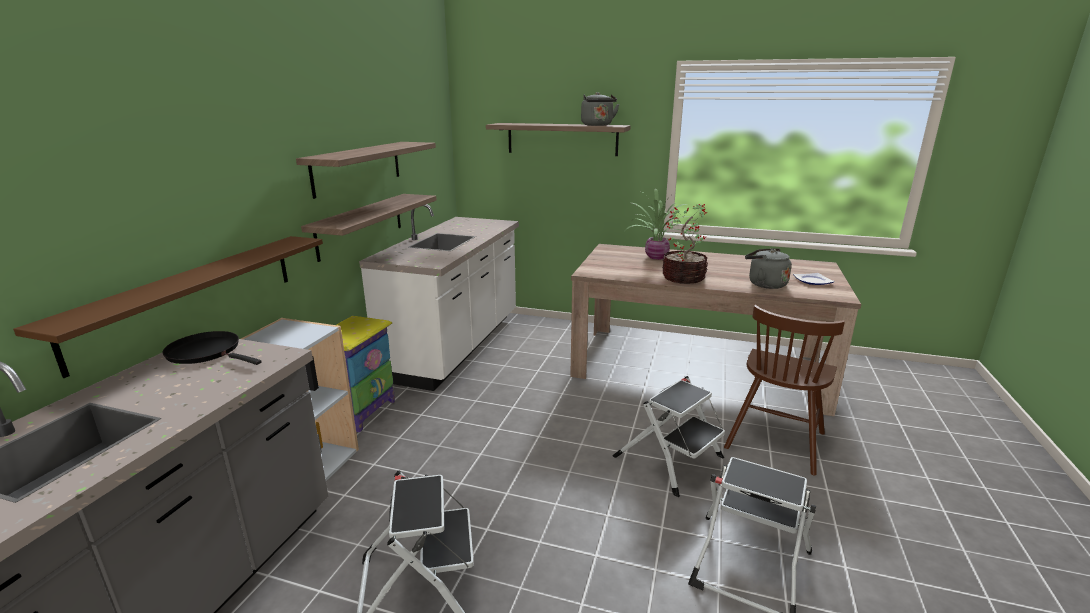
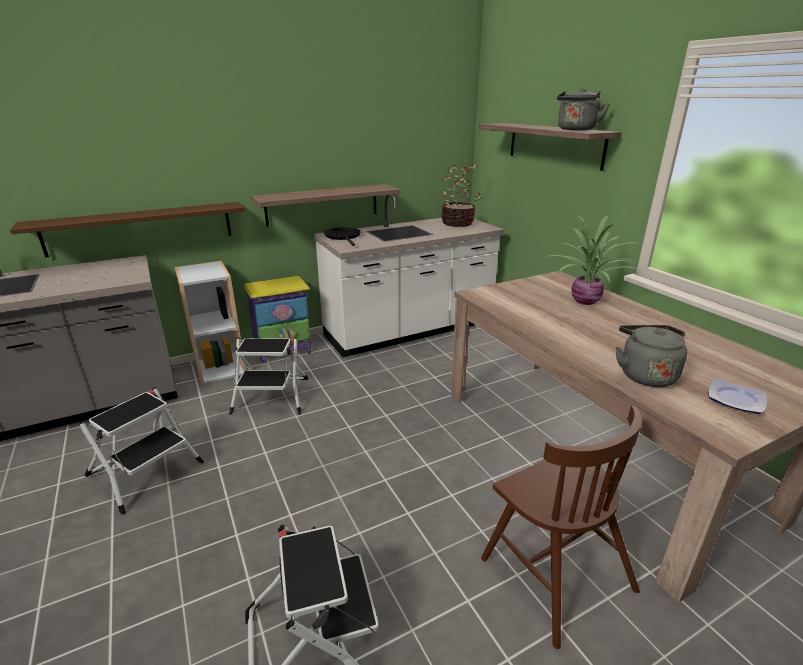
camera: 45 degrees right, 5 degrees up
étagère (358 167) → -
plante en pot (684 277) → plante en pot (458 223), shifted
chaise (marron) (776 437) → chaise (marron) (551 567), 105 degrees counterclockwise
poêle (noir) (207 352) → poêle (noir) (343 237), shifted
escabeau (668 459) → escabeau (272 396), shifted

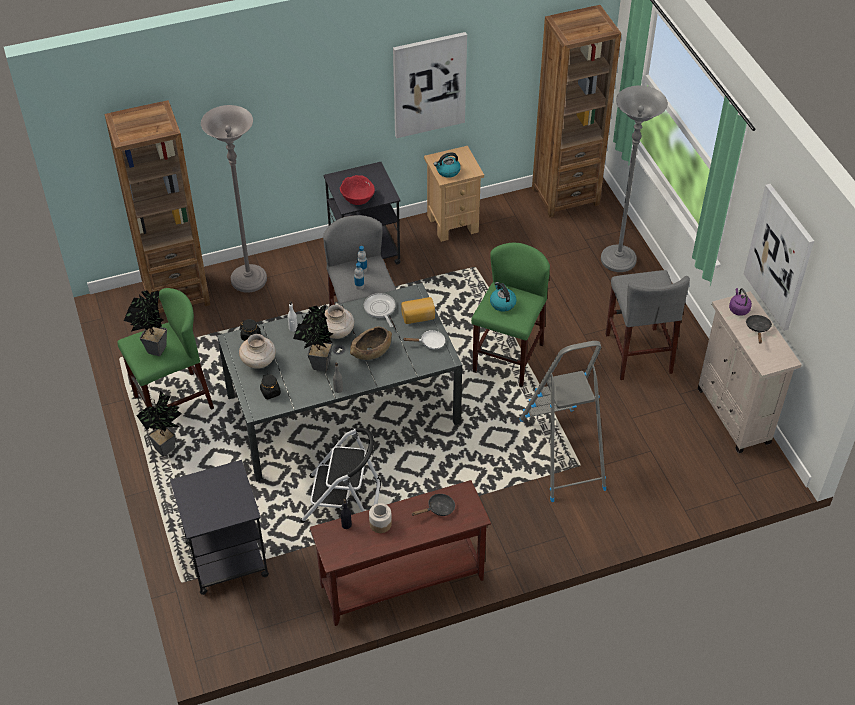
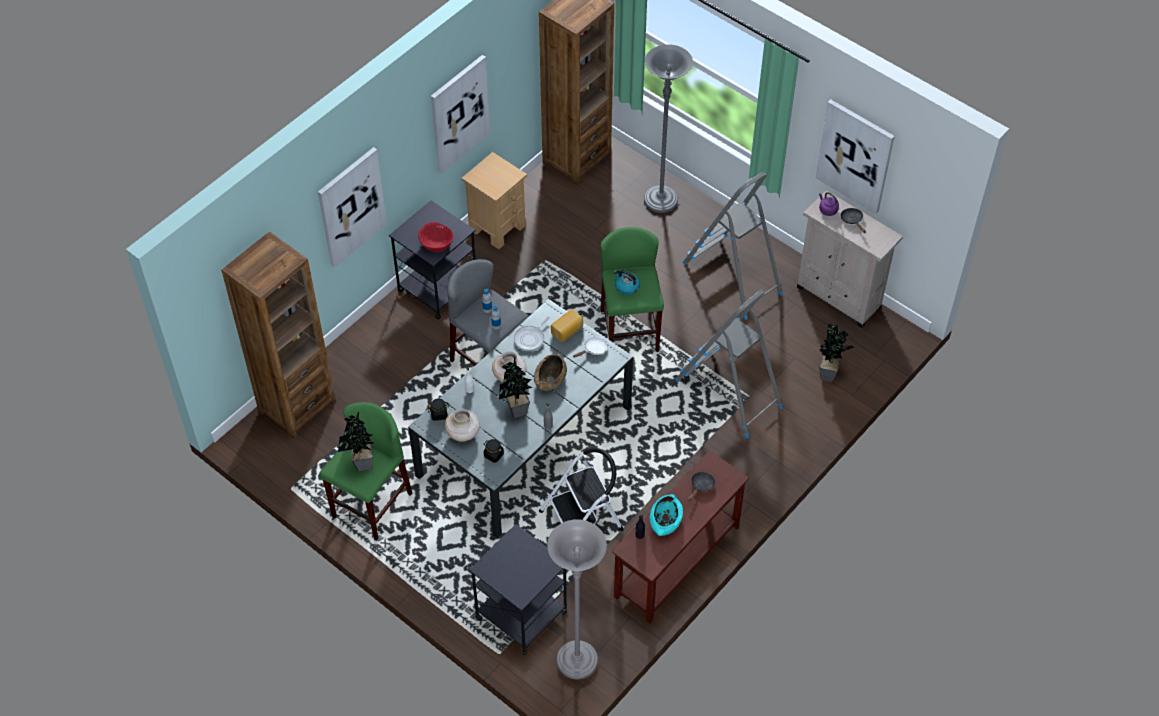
camera: 30 degrees left, 5 degrees up
lampadaire (gris) (249 280) → lampadaire (gris) (577 661), shifted
bouilloire (447 171) → -
tabouret (gris) (638 353) → escabeau (gris) (731 277)
poêle (380 309) → poêle (530 338), 90 degrees counterclockwise
plante en pot (168 448) → plante en pot (829 373), shifted
bocal (380 523) → bol (turquoise) (665 520)
- → tableau (351 207)

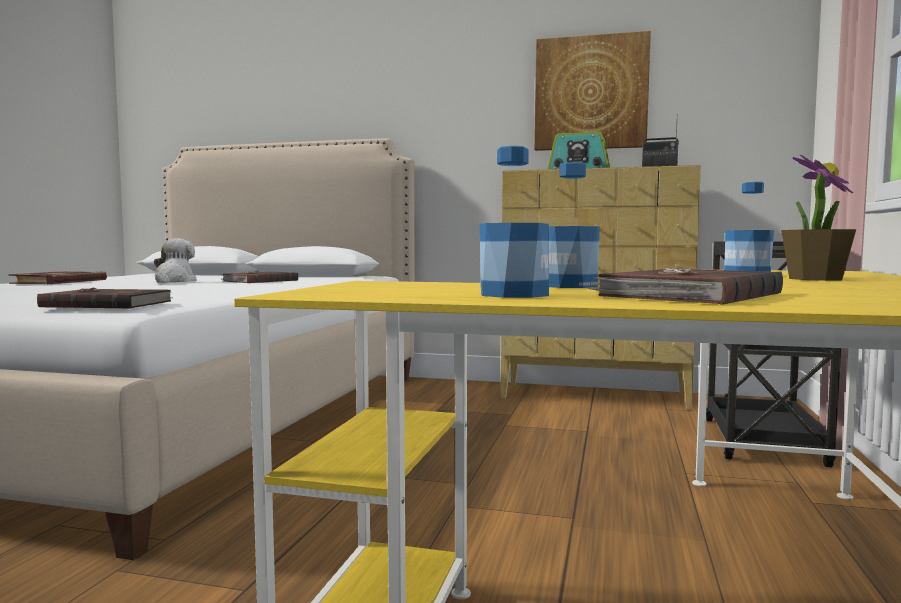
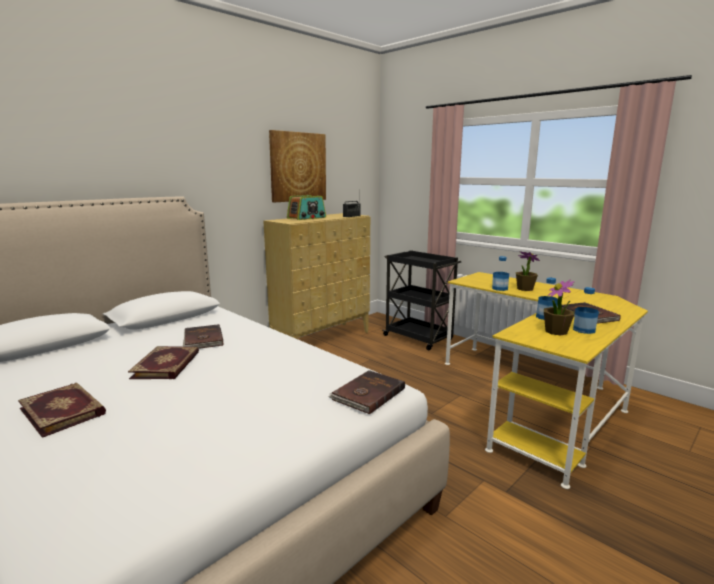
camera: 60 degrees left, 10 degrees up
peluche (174 281) → livre (167 365)
- → plante en pot (556 331)

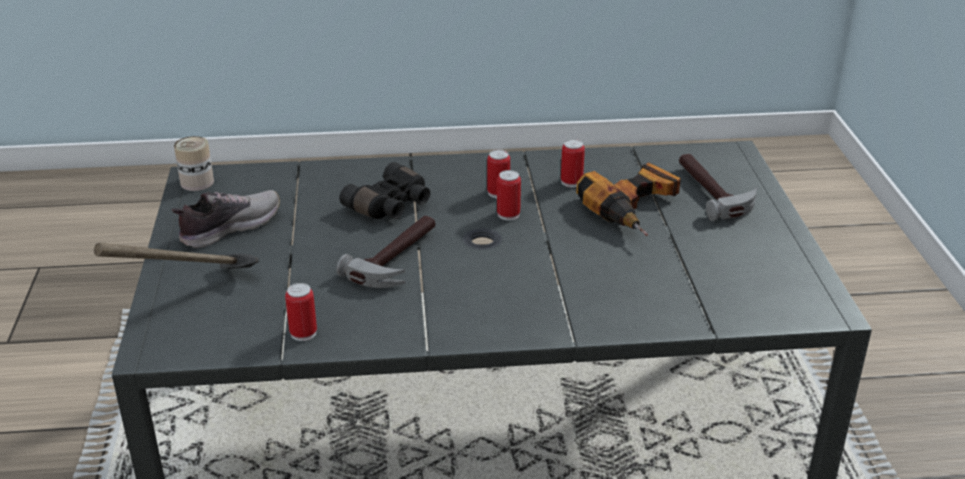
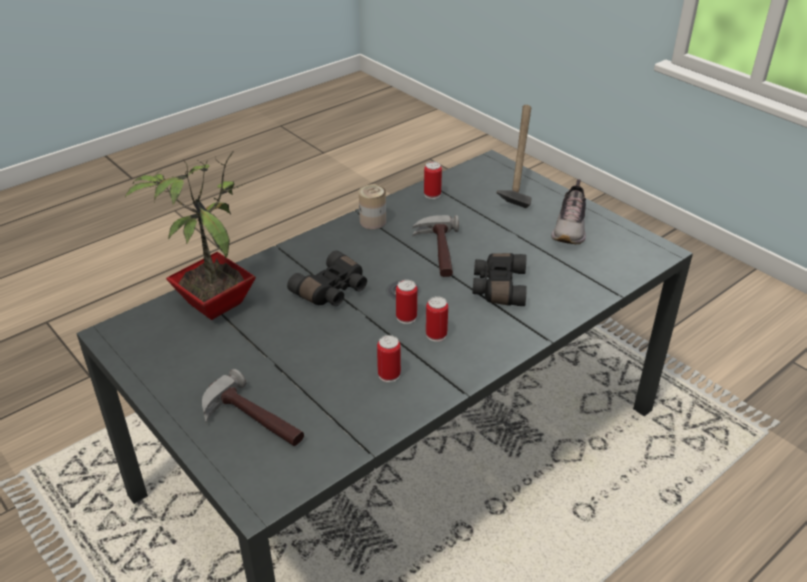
camera: 145 degrees right, 5 degrees up
boîte métallique (197 182) → boîte métallique (373 221), shifted
perceuse (636 209) → -
- → plante en pot (213 303)
- → jumelles (noir) (333 291)

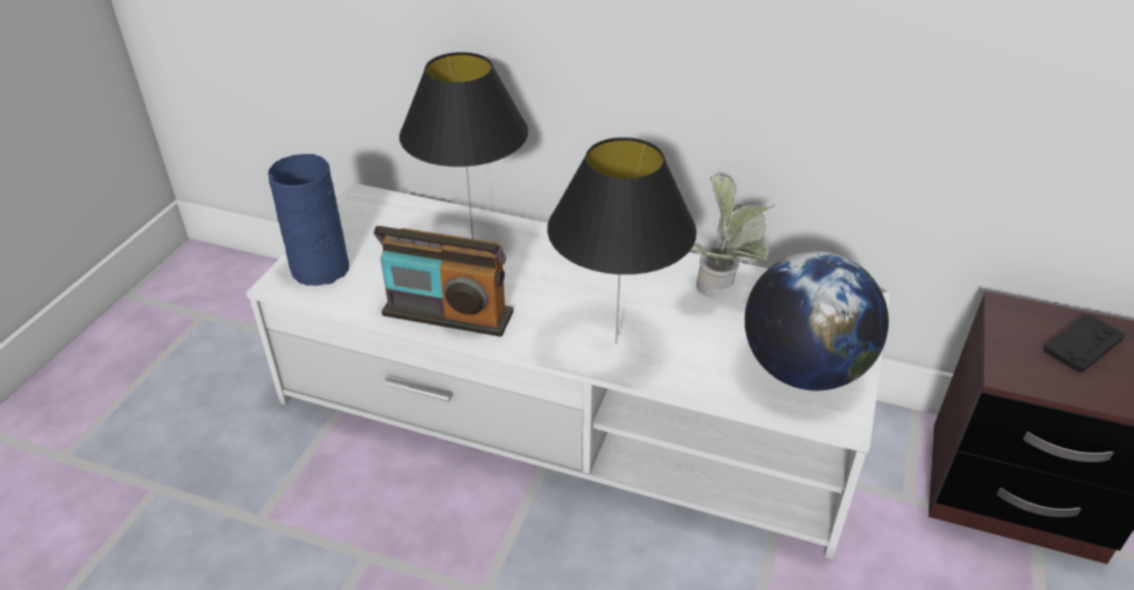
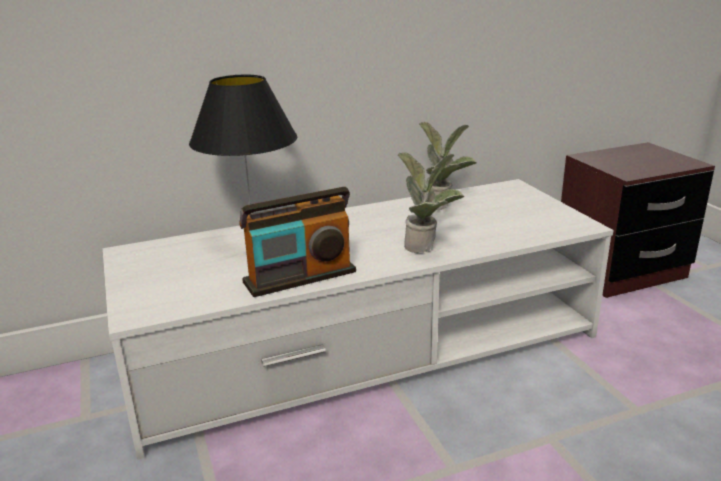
camera: 40 degrees left, 15 degrees down
lampe de table (noir) (615 342) → plante en pot (427 246)
vase (bleu) (319 268) → -
globe (803 370) → -
manette (noir) (1083 344) → -

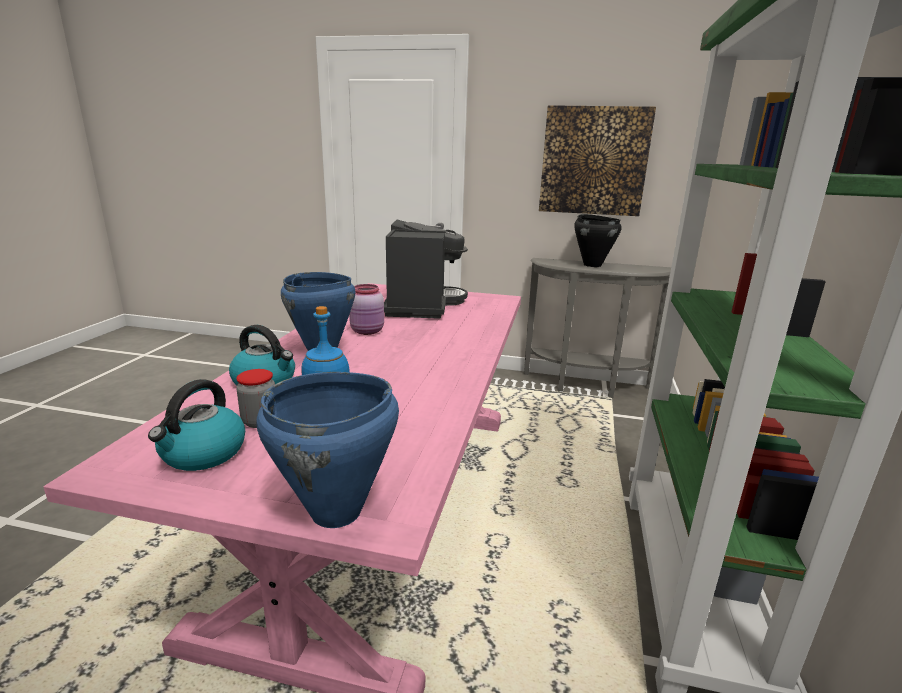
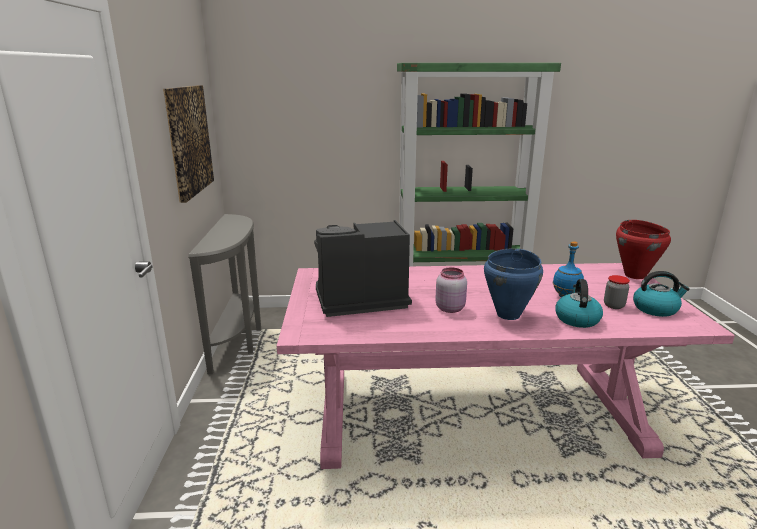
camera: 105 degrees left, 0 degrees up
marmite (noir) (592 265) → -
marmite (bleu) (337 512) → marmite (rouge) (635 275)

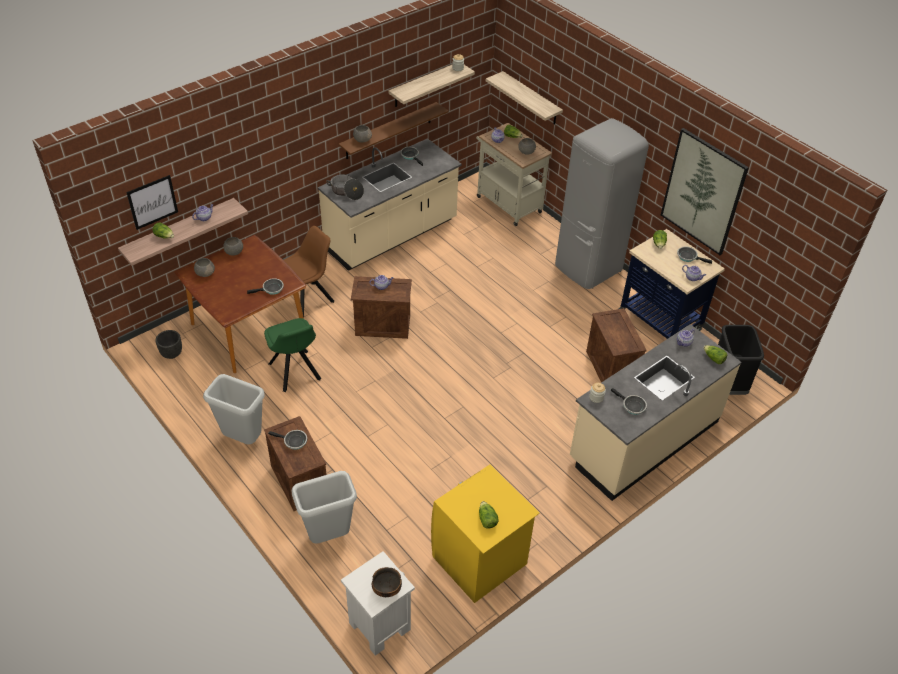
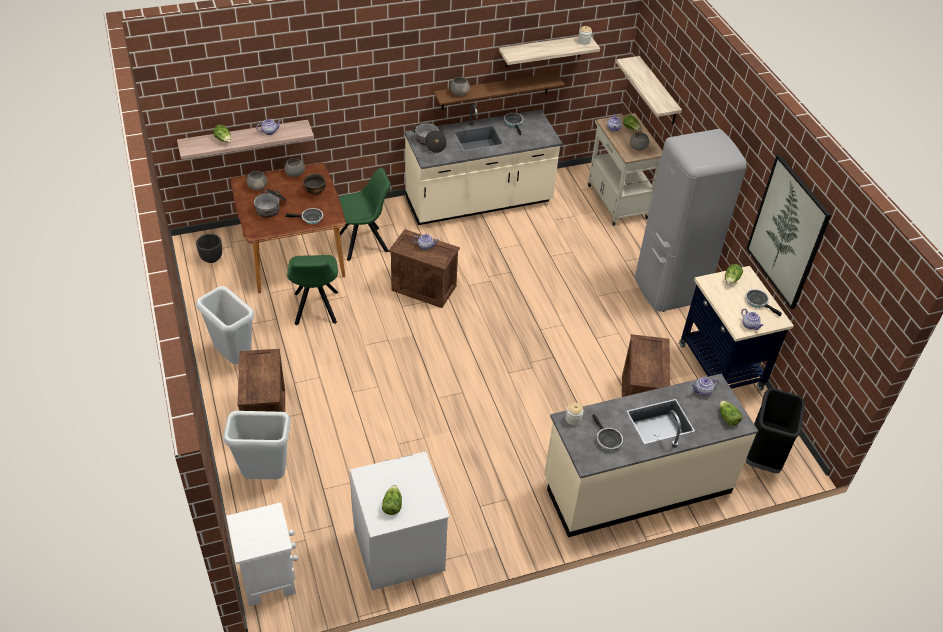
camera: 20 degrees right, 0 degrees up
tableau (152 202) → -
chaise (marron) (308 300) → chaise (vert) (363 243)
poêle (293 441) → -
lave-linge (jaune) (479 561) → lave-linge (blanc) (398 551)
bol (387 589) → bol (315 191), shifted
- → marmite (271 208)

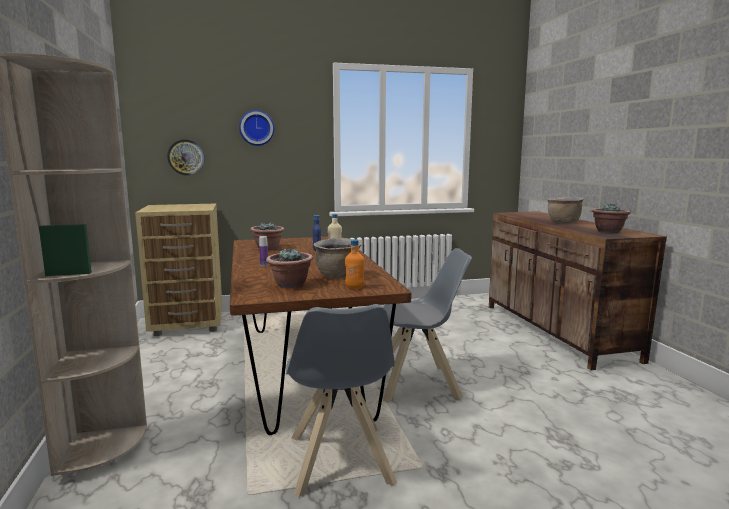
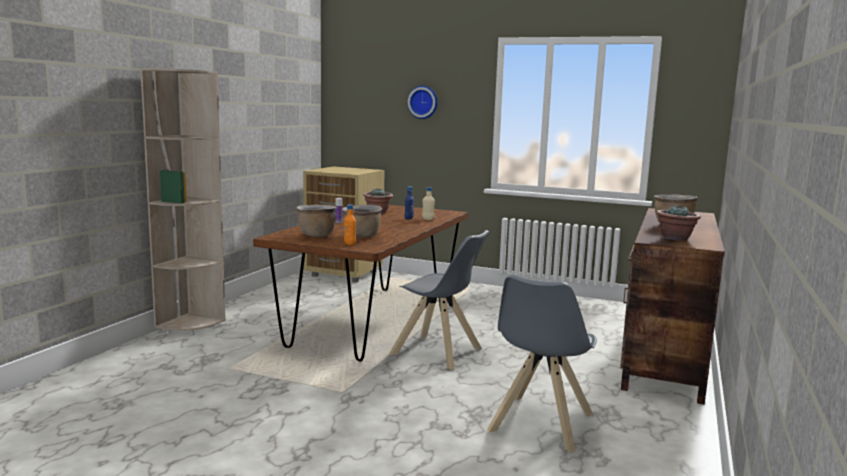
camera: 35 degrees right, 0 degrees up
horloge murale (186 157) → -
plante en pot (290 285) → marmite (marron) (316 235)
chaise (gris) (340 462) → chaise (gris) (540 424), shifted

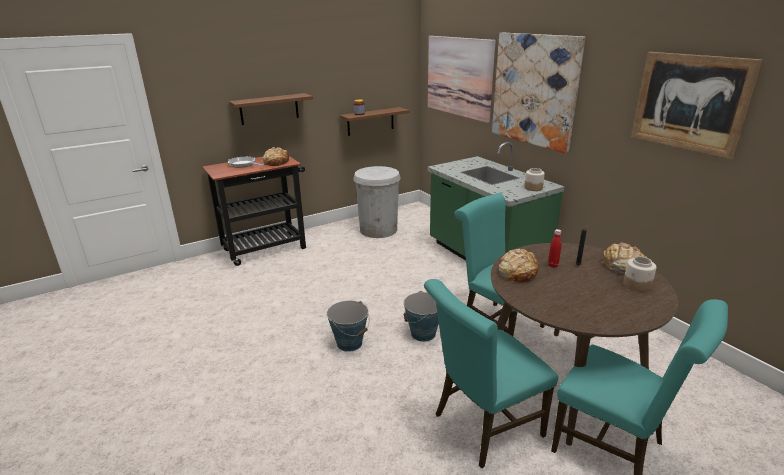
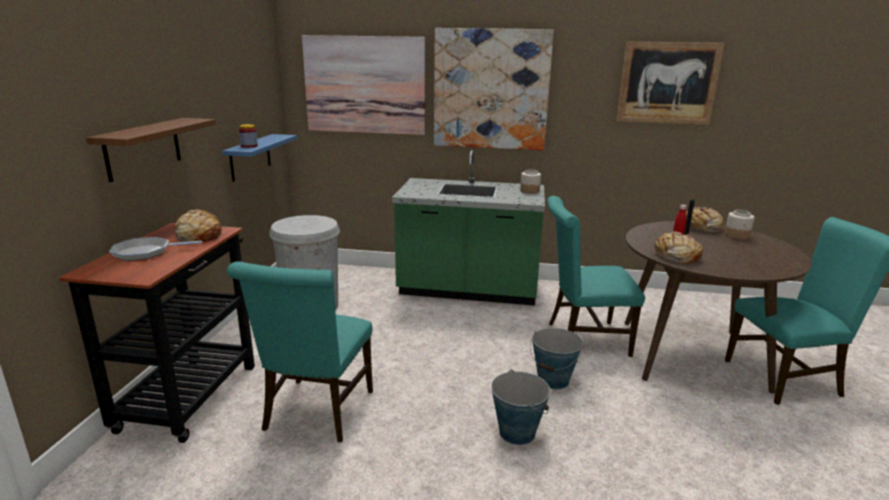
camera: 50 degrees left, 5 degrees down
étagère (marron) (370 121) → étagère (bleu) (250 157)
chaise (turquoise) (482 427) → chaise (turquoise) (316 413), shifted

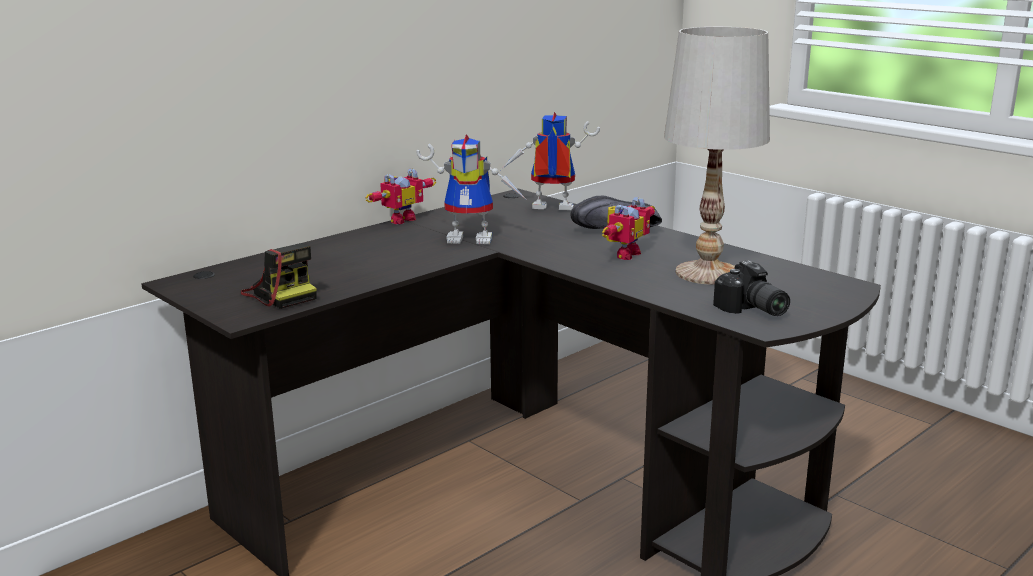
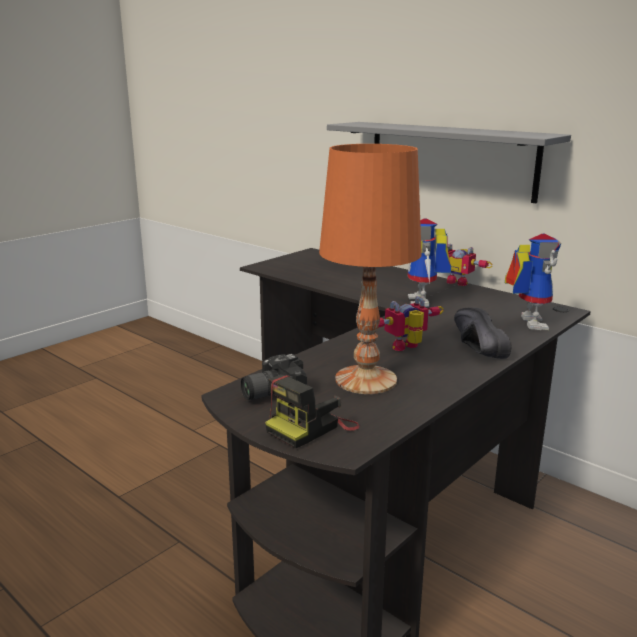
camera: 85 degrees right, 0 degrees up
lampe de table (blanc) (707 273) → lampe de table (orange) (365 379)
robot jouet (623 254) → robot jouet (408 348), 120 degrees clockwise
appareil photo (281 294) → appareil photo (311 427), shifted
- → étagère (gris) (450 160)

